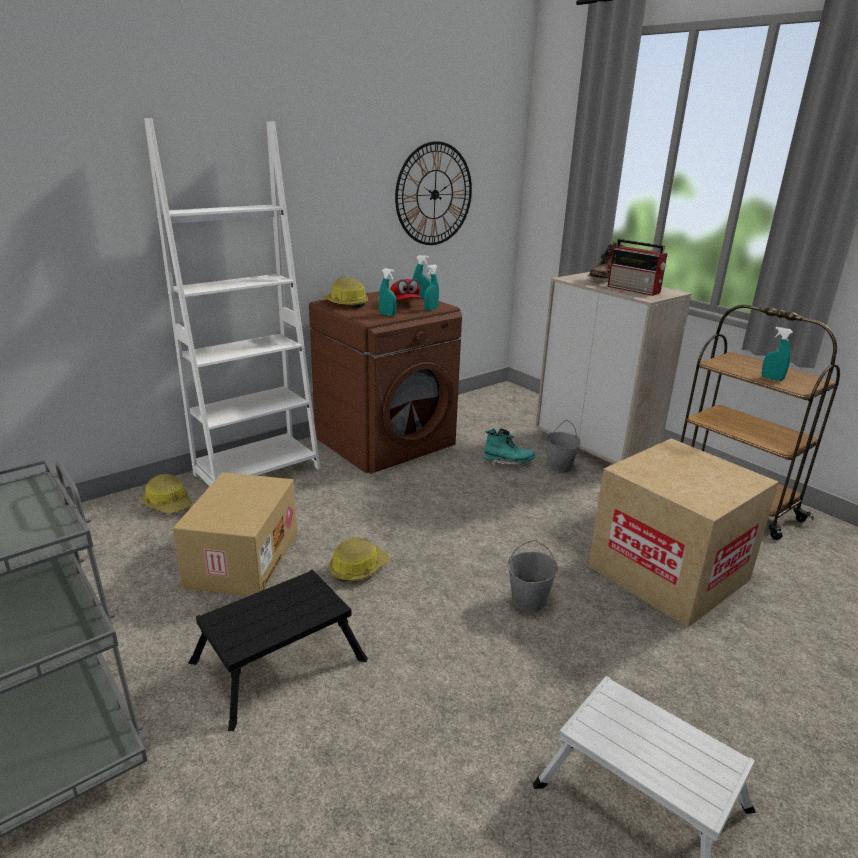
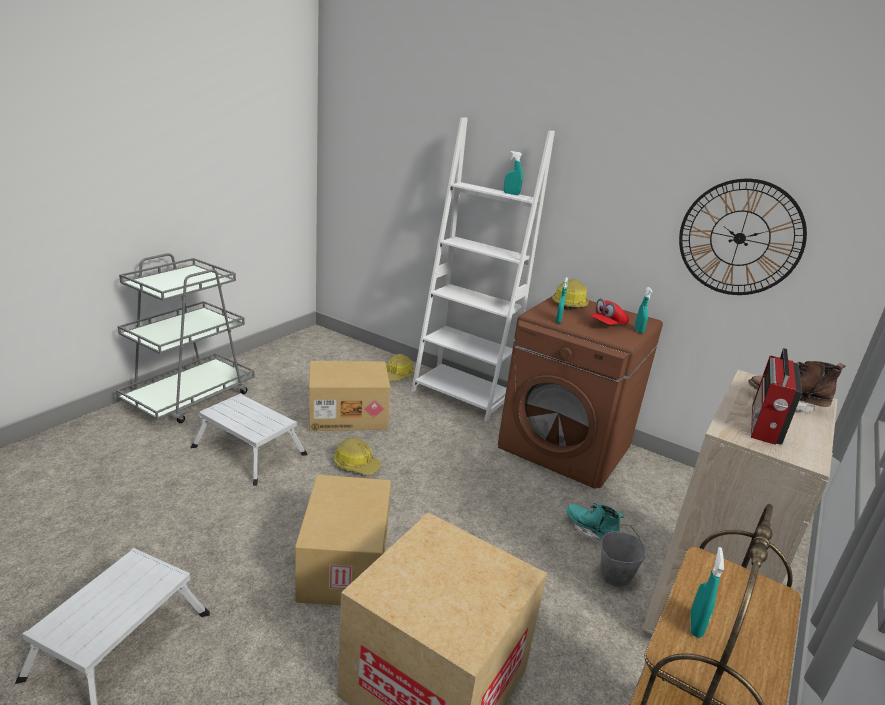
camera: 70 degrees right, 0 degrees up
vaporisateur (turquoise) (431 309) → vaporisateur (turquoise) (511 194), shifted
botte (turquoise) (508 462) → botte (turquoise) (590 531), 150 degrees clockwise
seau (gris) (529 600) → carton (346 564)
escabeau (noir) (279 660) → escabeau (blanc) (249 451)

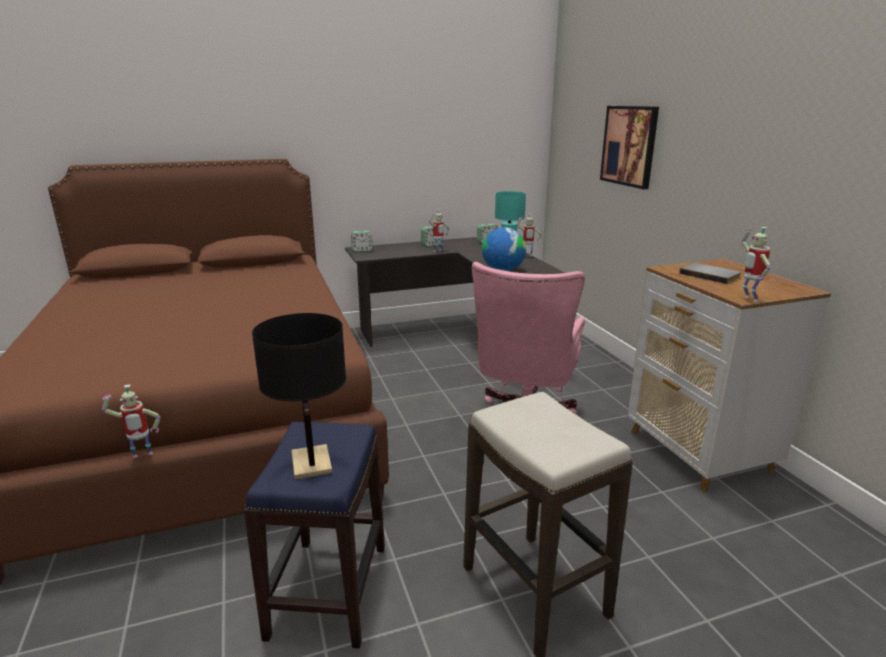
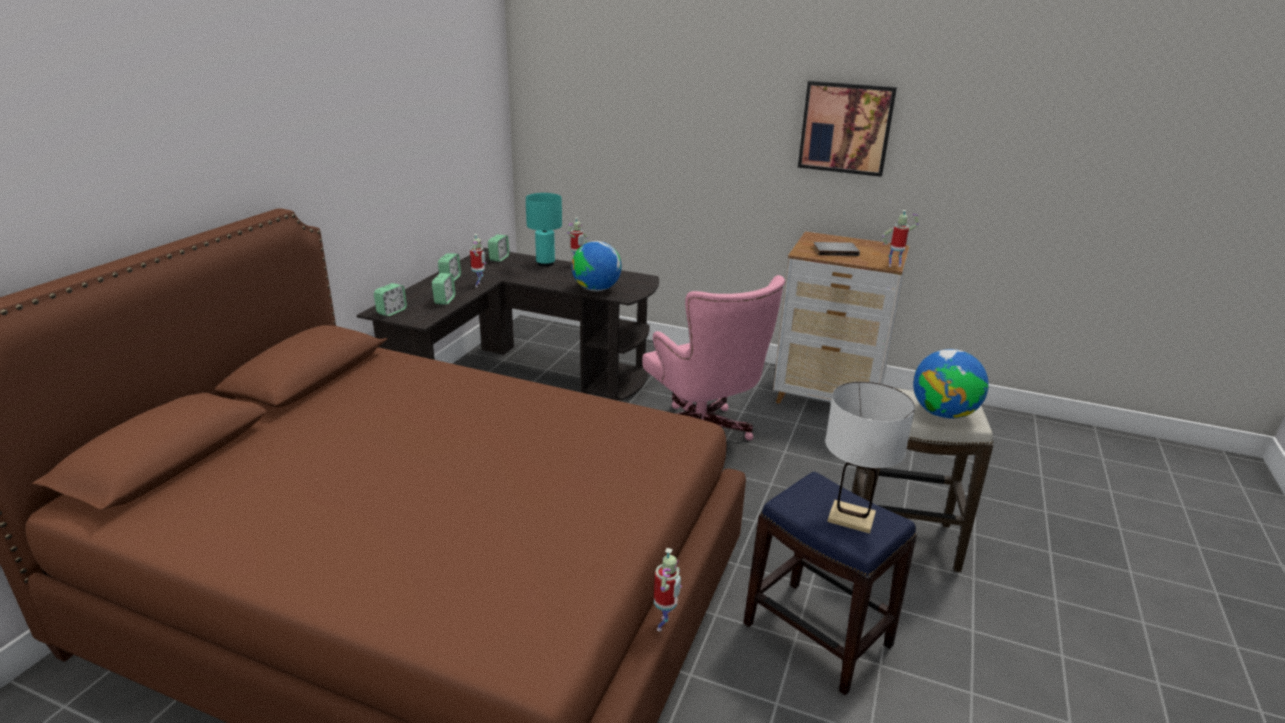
camera: 50 degrees left, 5 degrees up
tableau (629 146) → tableau (845 128), shifted
robot jouet (748 299) → robot jouet (894 265), 150 degrees clockwise
lampe de table (noir) (311 463) → lampe de table (blanc) (851 518)
- → réveil (444 300)
- → globe (943 414)

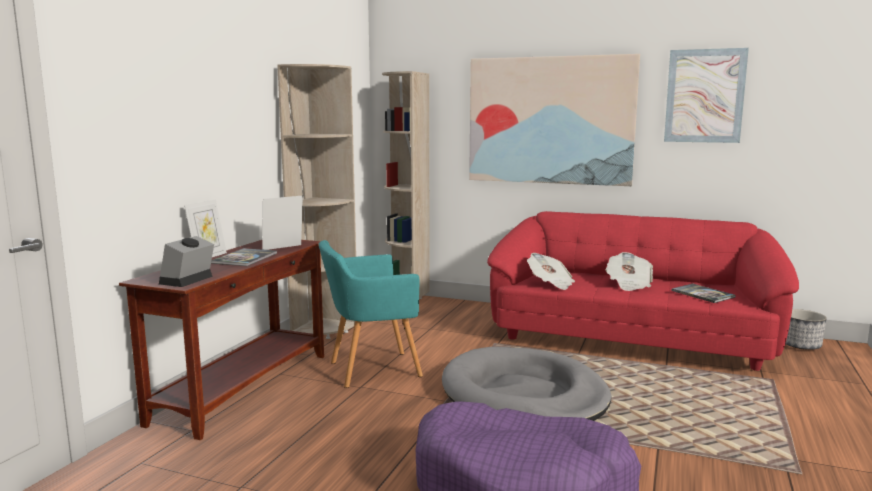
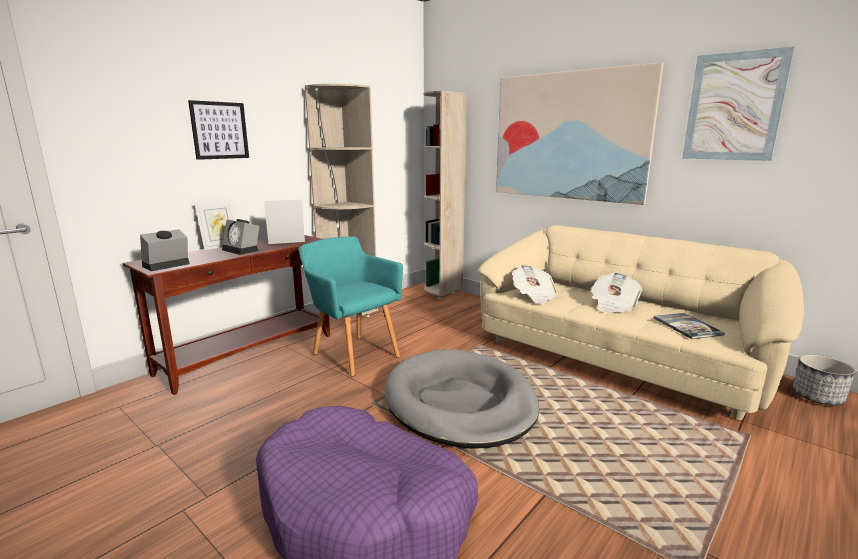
camera: 20 degrees right, 5 degrees up
canapé (rouge) (630 338) → canapé (beige) (616 358)
fauteuil (turquoise) (370 369) → fauteuil (turquoise) (353 353), 45 degrees clockwise
livre (245 258) → réveil (242 250)
- → tableau (219 130)

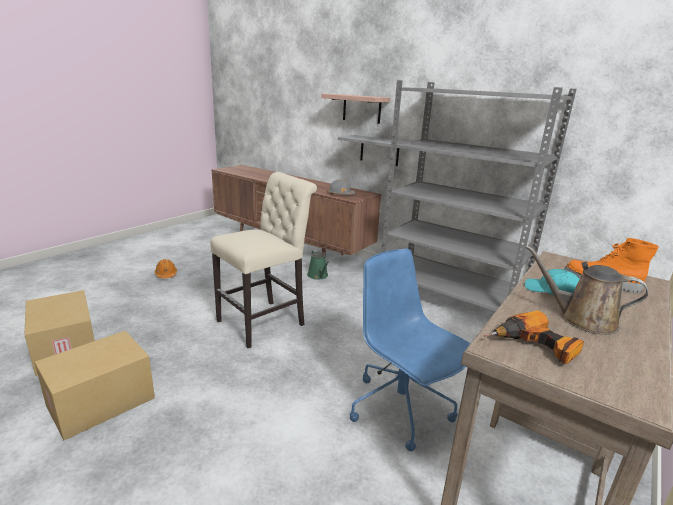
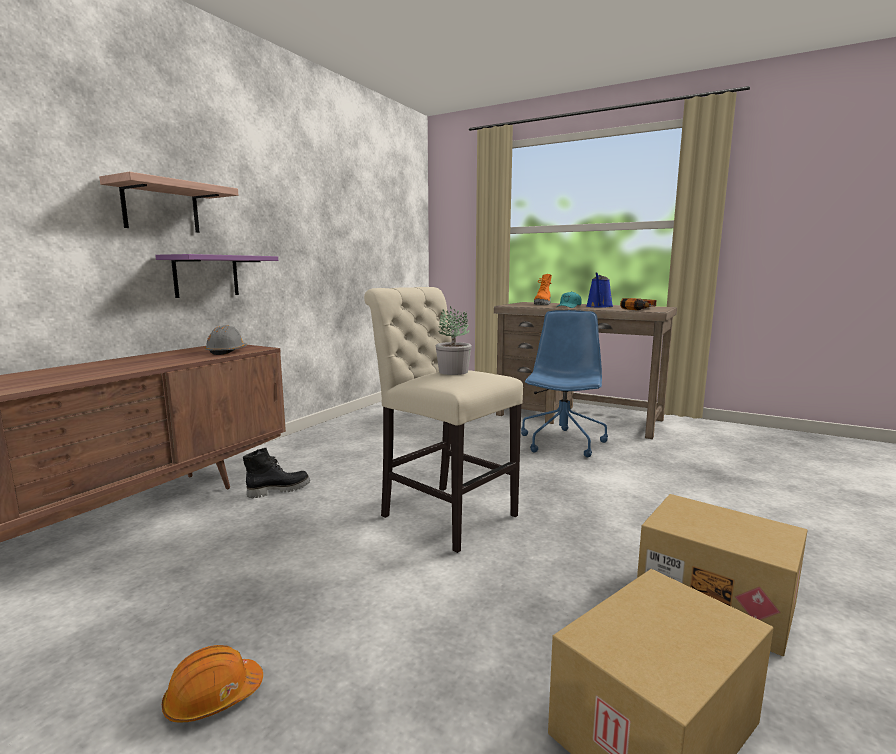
camera: 95 degrees left, 10 degrees down
bibliothèque (gris) (449 300) → -
étagère (gris) (379 150) → étagère (violet) (206 276)
arrosoir (marron) (581 319) → arrosoir (bleu) (599 306)
chaise de bureau (bleu) (403 412) → chaise de bureau (bleu) (562 444), 150 degrees clockwise
arrosoir (vert) (318 276) → botte (noir) (279 490)
- → plante en pot (452 372)

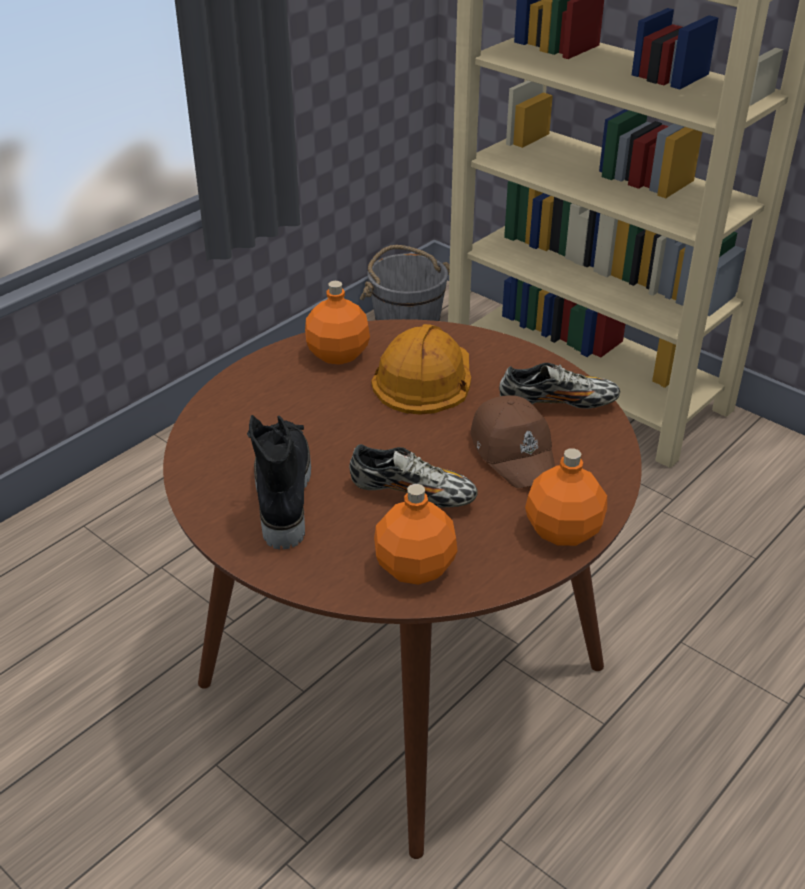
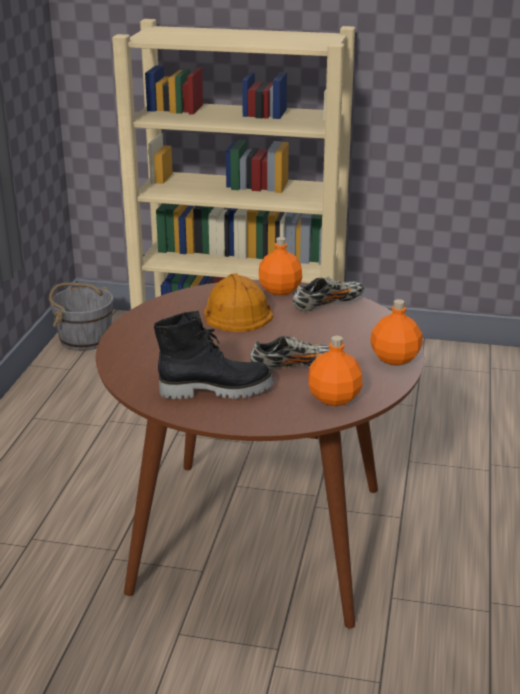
camera: 30 degrees left, 10 degrees down
bouteille (orange) (339 354) → bouteille (orange) (280 290), shifted
casquette (marron) (514 452) → -
botte (noir) (281 495) → botte (noir) (216 390), 120 degrees clockwise

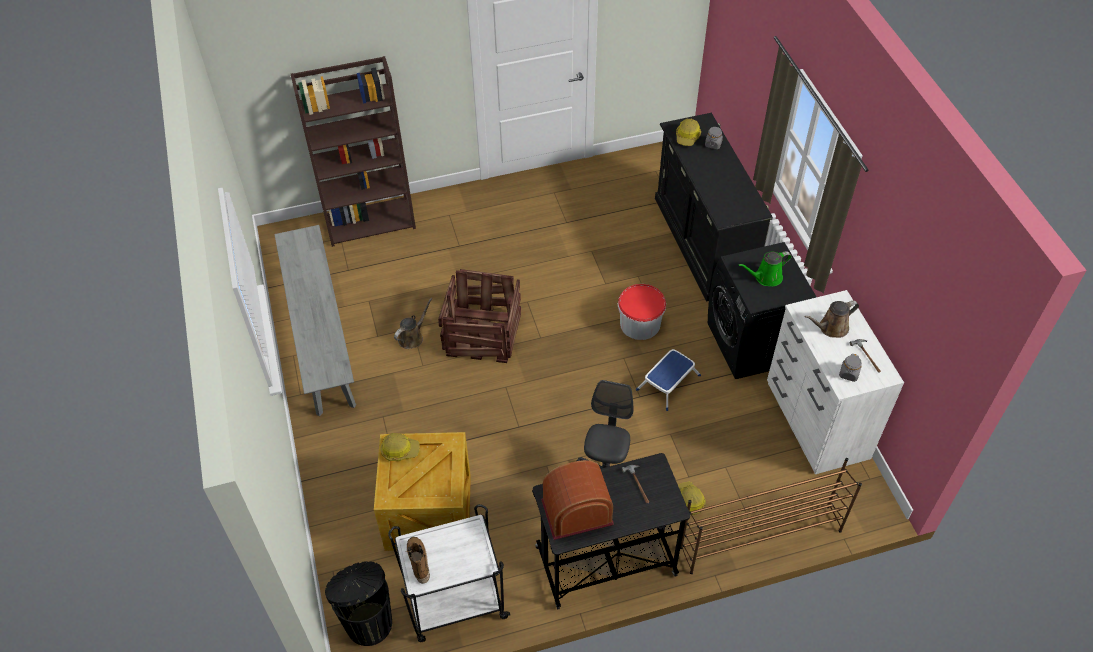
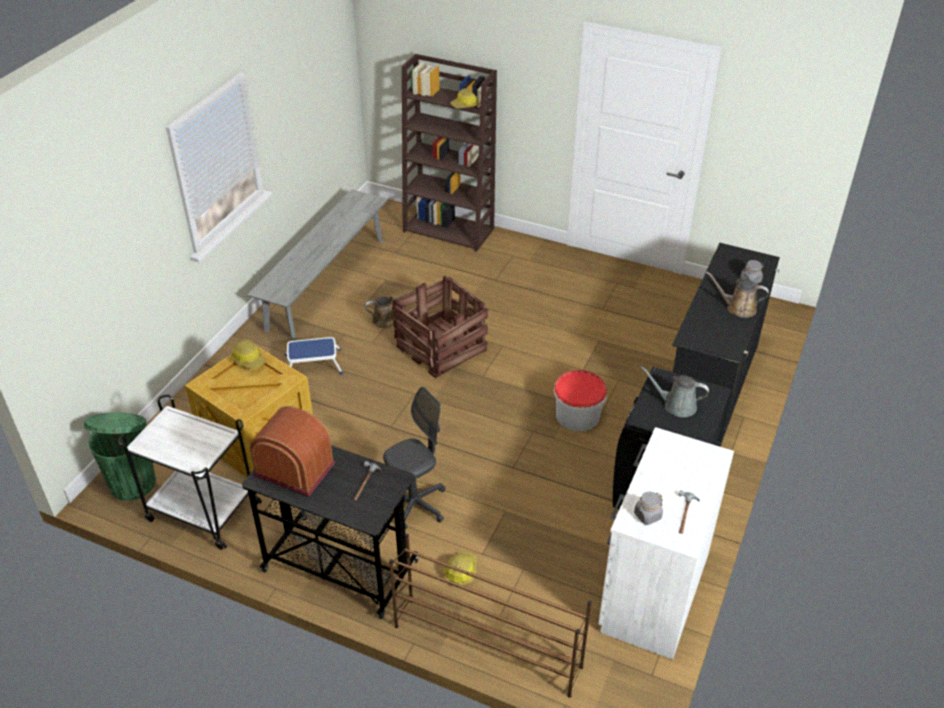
camera: 40 degrees right, 10 degrees down
casque de chantier (687 137) → casque de chantier (466 104), shifted
arrosoir (vert) (766 277) → arrosoir (gris) (676 405)
arrosoir (marron) (831 328) → arrosoir (marron) (738 308), shifted
escabeau (bleu) (668 382) → escabeau (bleu) (313 364), shifted
botte (418 562) → -
poubelle (noir) (368 622) → poubelle (vert) (133 482)

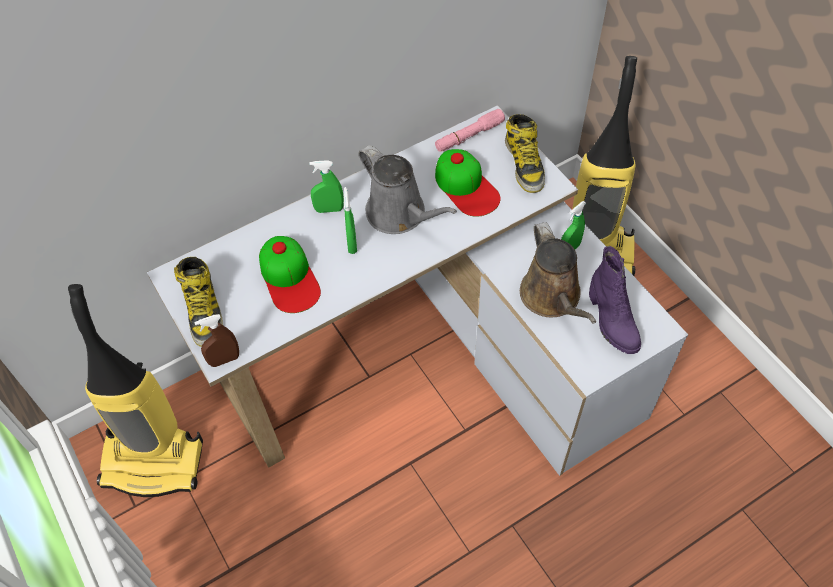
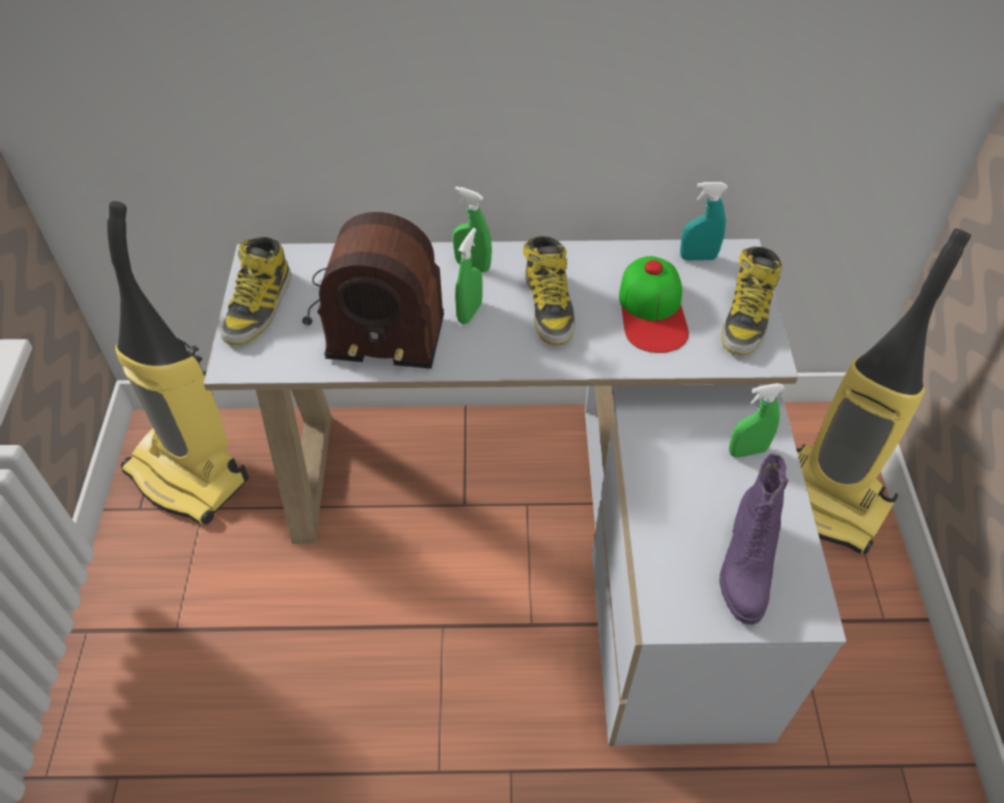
camera: 30 degrees right, 5 degrees down
lampe de poche (rose) (469 136) → vaporisateur (turquoise) (698 257)
arrosoir (gris) (400 214) → botte (549 306)
arrosoir (marron) (552 297) → -
casquette (289 278) → radio (373 316)
vaporisateur (marron) (224 360) → -

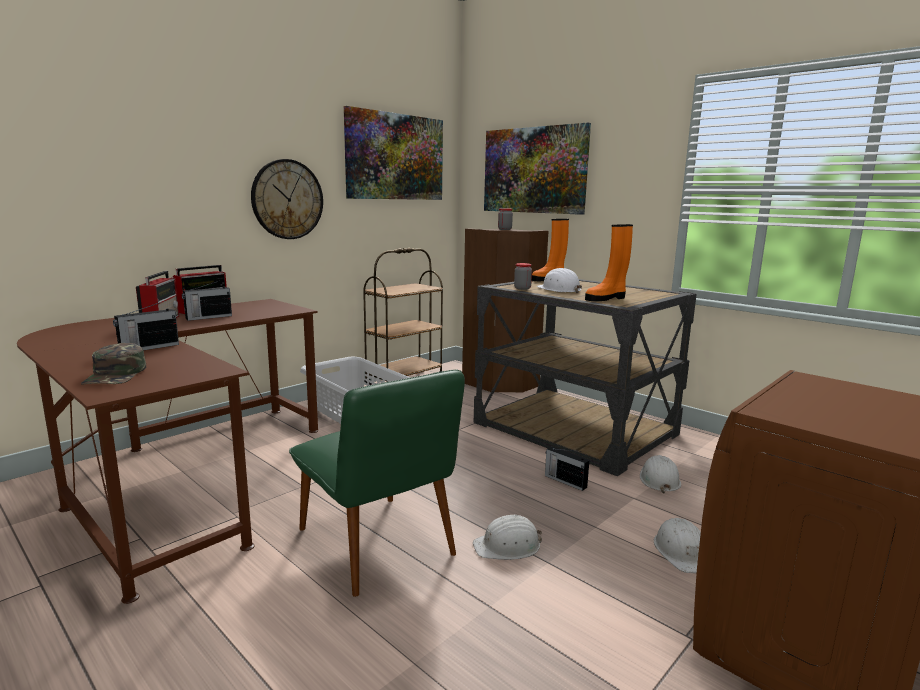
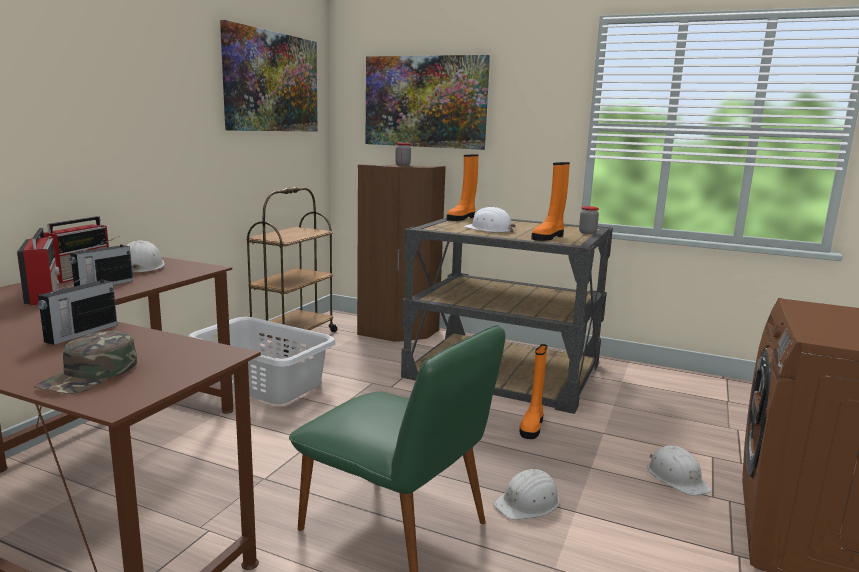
camera: 20 degrees left, 0 degrees up
horloge murale (287 199) → -
bocal (522 288) → bocal (587 232), shifted
casquette (vert) (116 375) → casquette (vert) (90 375), 45 degrees clockwise
radio (564 481) → botte (orange) (532 426)
casque de chantier (blanc) (659 479) → casque de chantier (blanc) (141 267), shifted

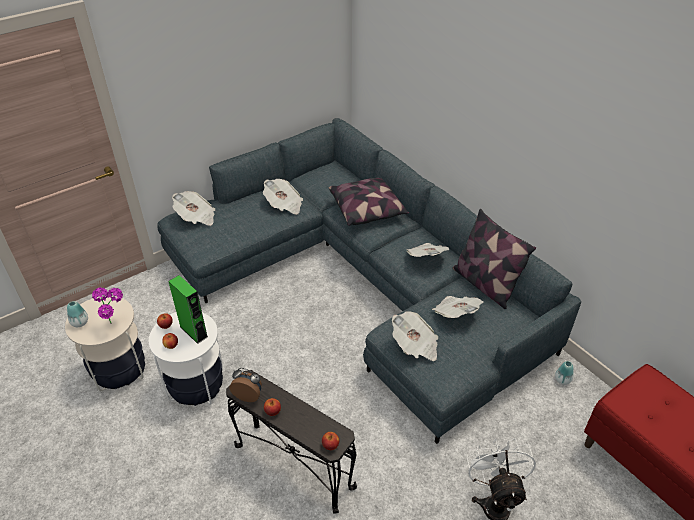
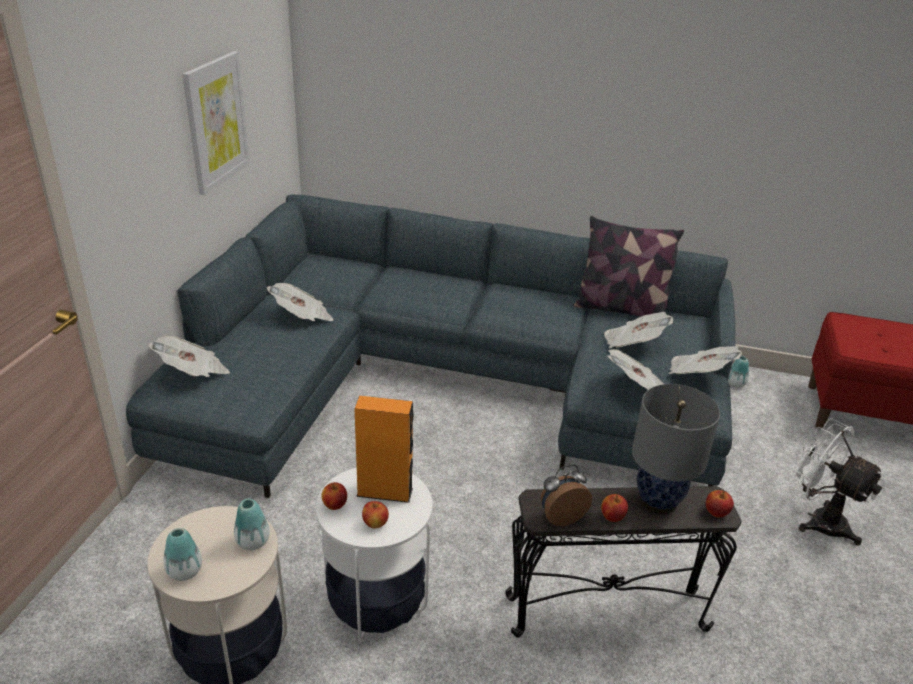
camera: 40 degrees left, 10 degrees down
coussin (368 209) → -
journal (426 258) → journal (698 374), shifted
enceinte (vert) (193 331) → enceinte (orange) (384 492)
plante en pot (116 324) → vase (253 542)
- → tableau (216 122)
- → lampe de table (gris) (658 501)

